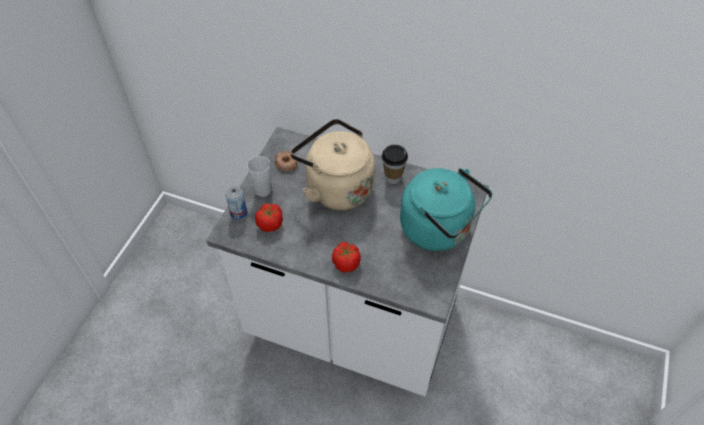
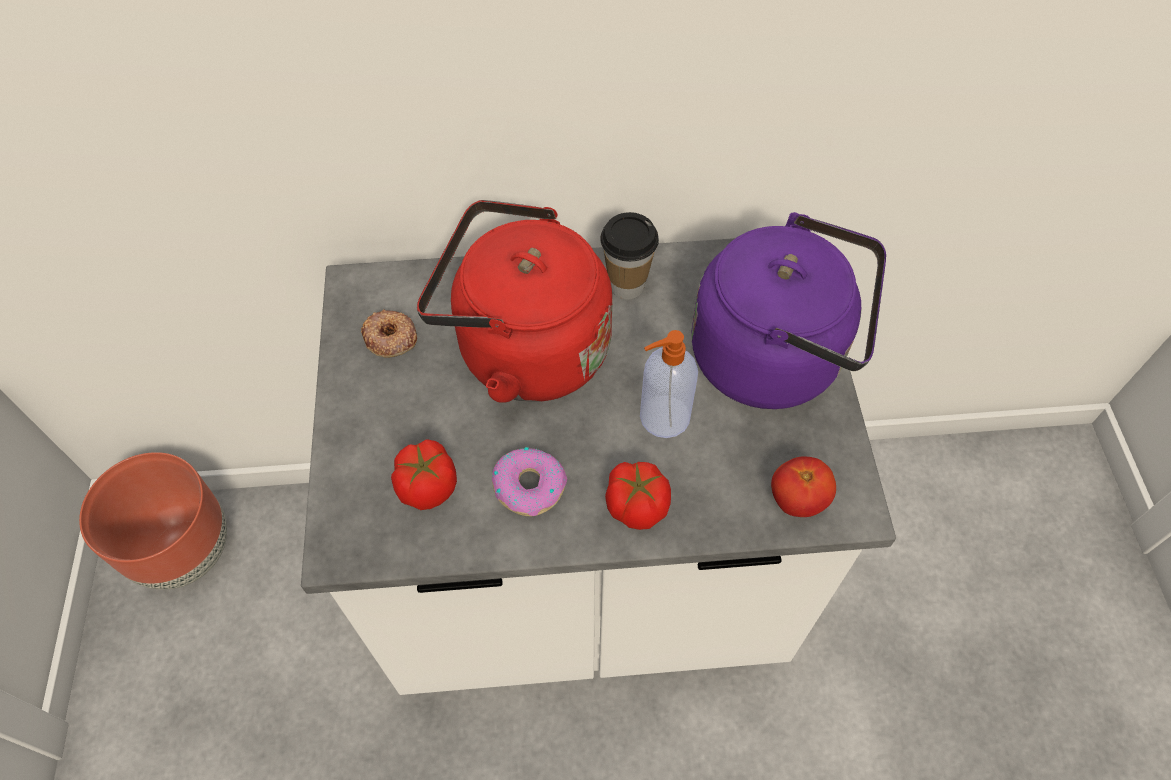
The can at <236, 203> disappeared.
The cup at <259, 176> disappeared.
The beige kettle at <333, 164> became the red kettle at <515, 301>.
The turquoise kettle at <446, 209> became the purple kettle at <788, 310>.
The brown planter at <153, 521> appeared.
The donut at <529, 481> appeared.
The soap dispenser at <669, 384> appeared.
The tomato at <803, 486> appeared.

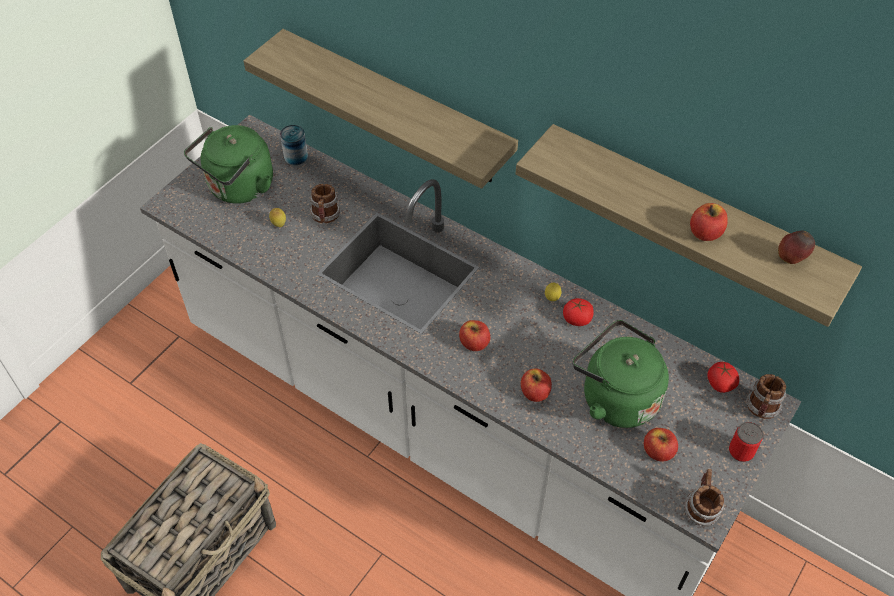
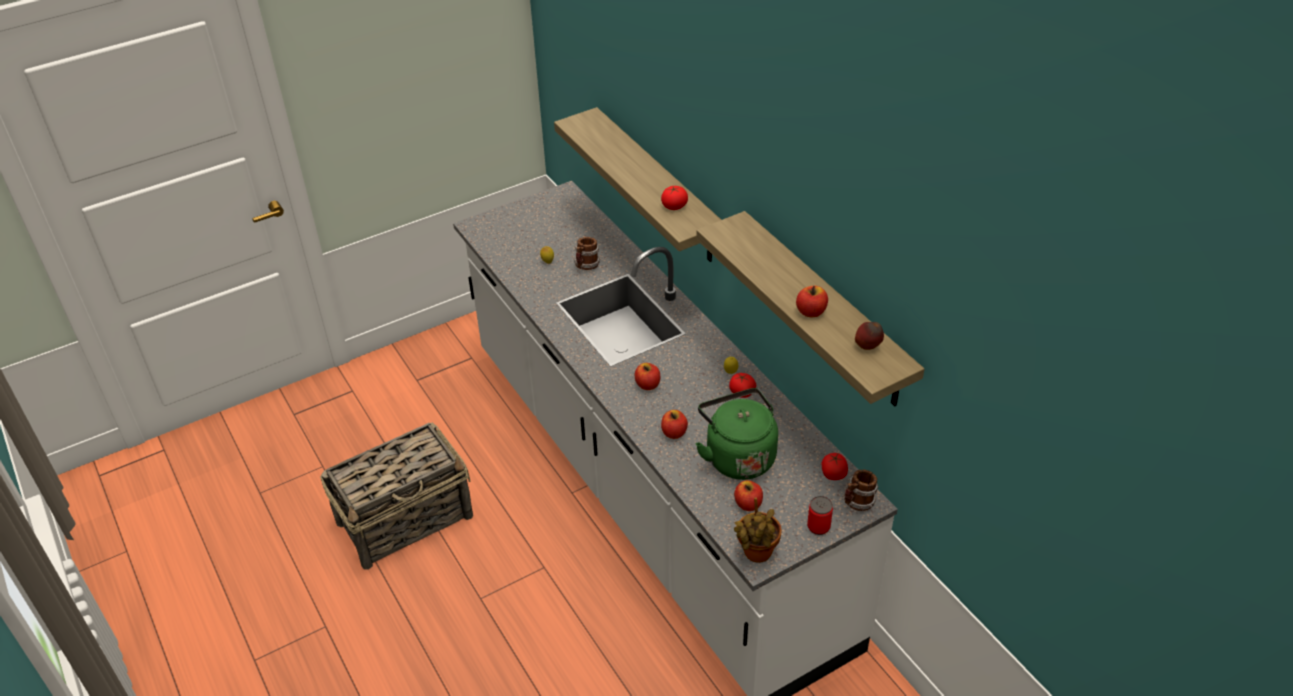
The green kettle at <228, 164> disappeared.
The can at <294, 145> disappeared.
The mug at <704, 498> was replaced by the potted plant at <758, 530>.
The tomato at <674, 198> appeared.

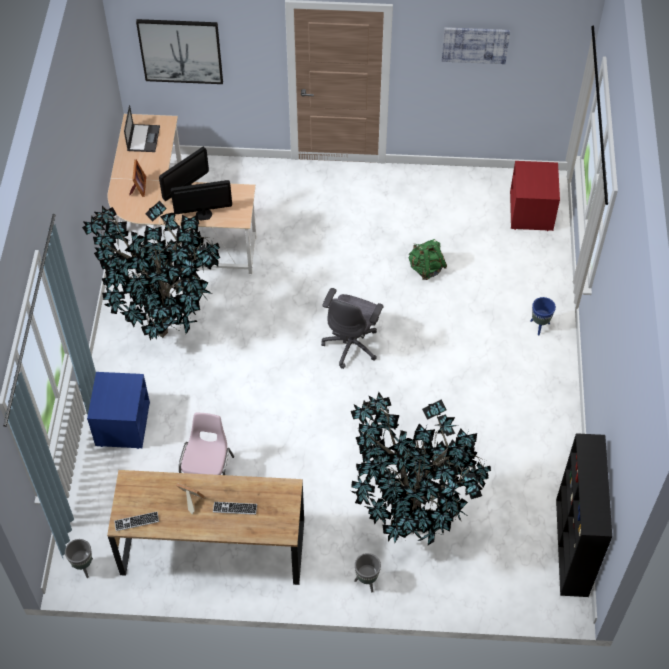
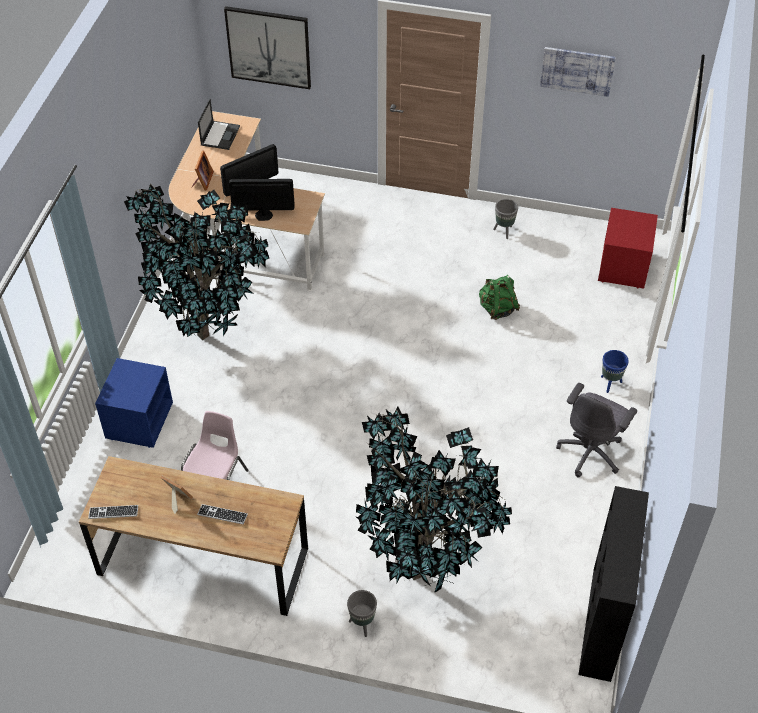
The grey planter moved from <79, 558> to <505, 219>.
The grey office chair moved from <352, 328> to <596, 430>.

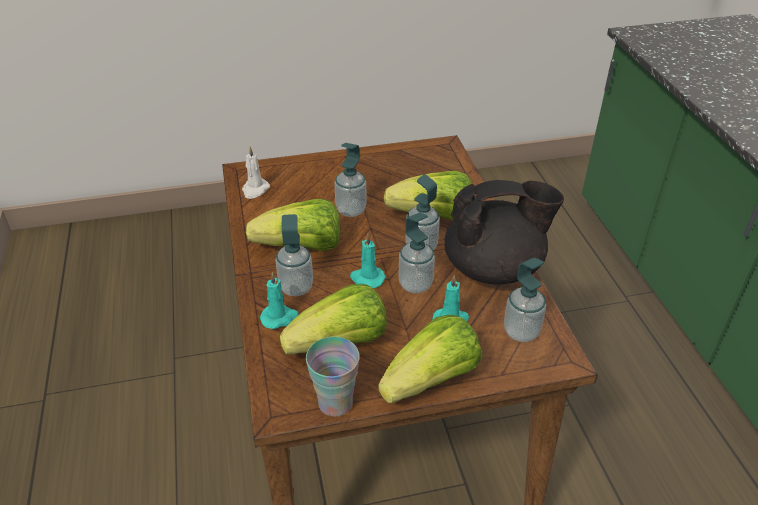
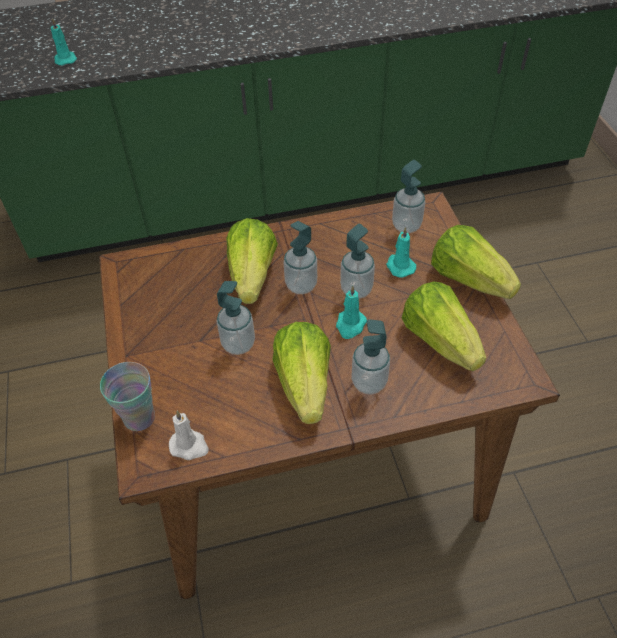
The turquoise candle moved from <279, 300> to <64, 41>.
The cup moved from <332, 376> to <127, 396>.
The black teapot at <504, 232> disappeared.

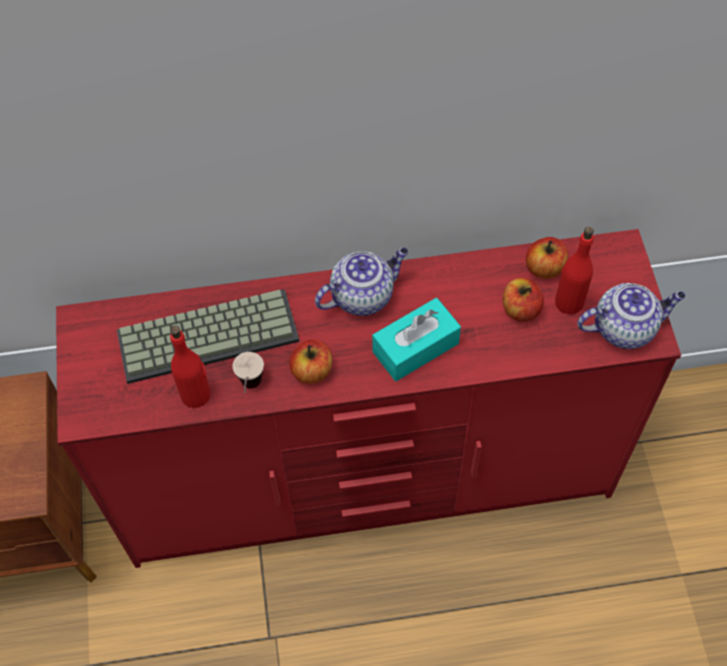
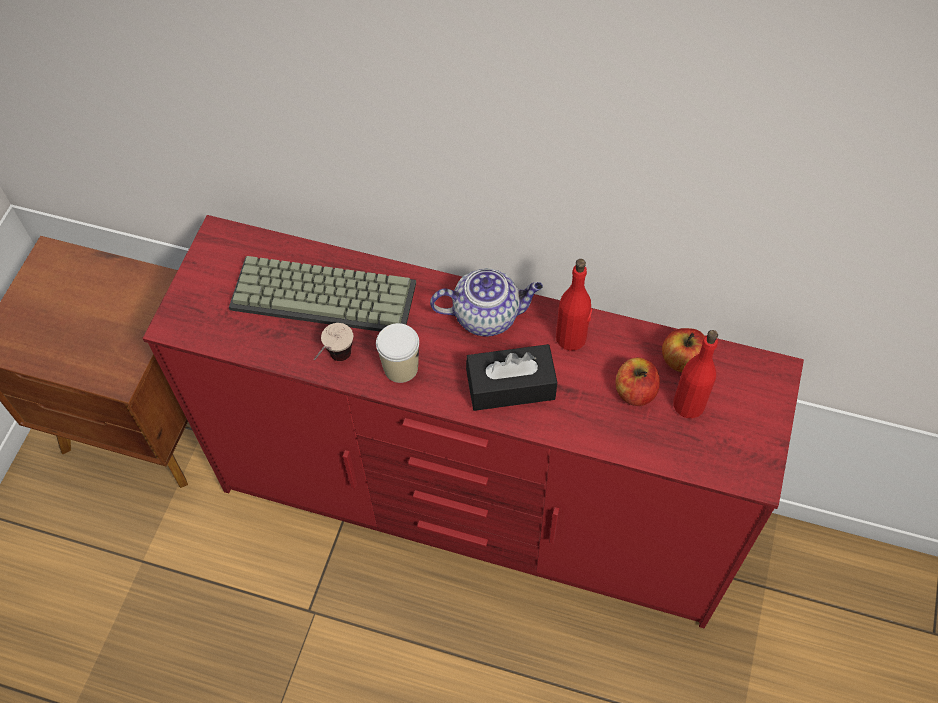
The red bottle moved from <190, 367> to <574, 305>.
The apple at <310, 361> was replaced by the cup at <397, 353>.
The turquoise tissue box at <416, 339> became the black tissue box at <511, 377>.
The teapot at <631, 316> disappeared.

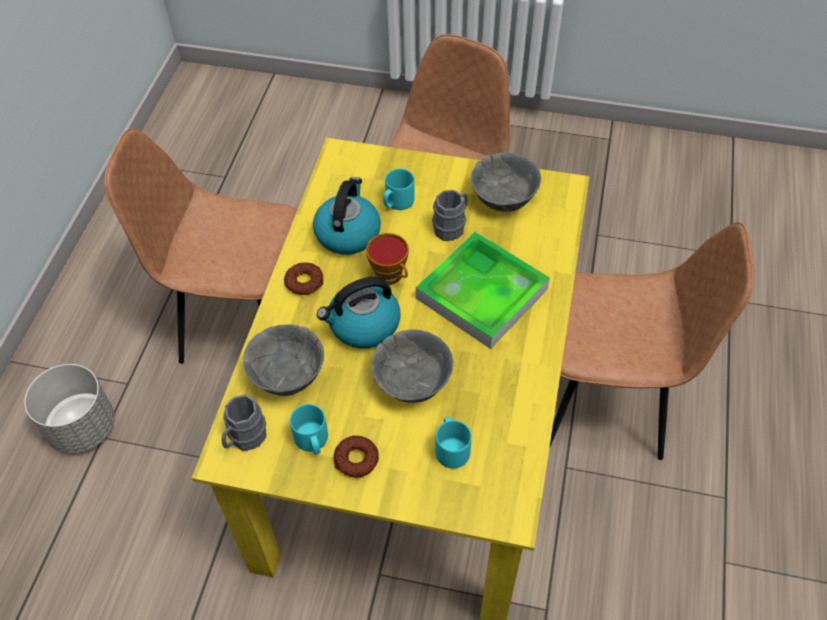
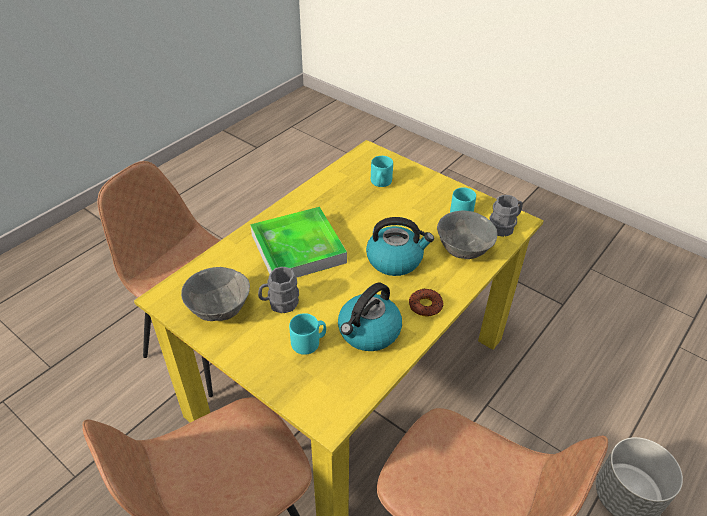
The donut at <356, 457> disappeared.
The cup at <387, 259> disappeared.
The grey bowl at <412, 366> disappeared.

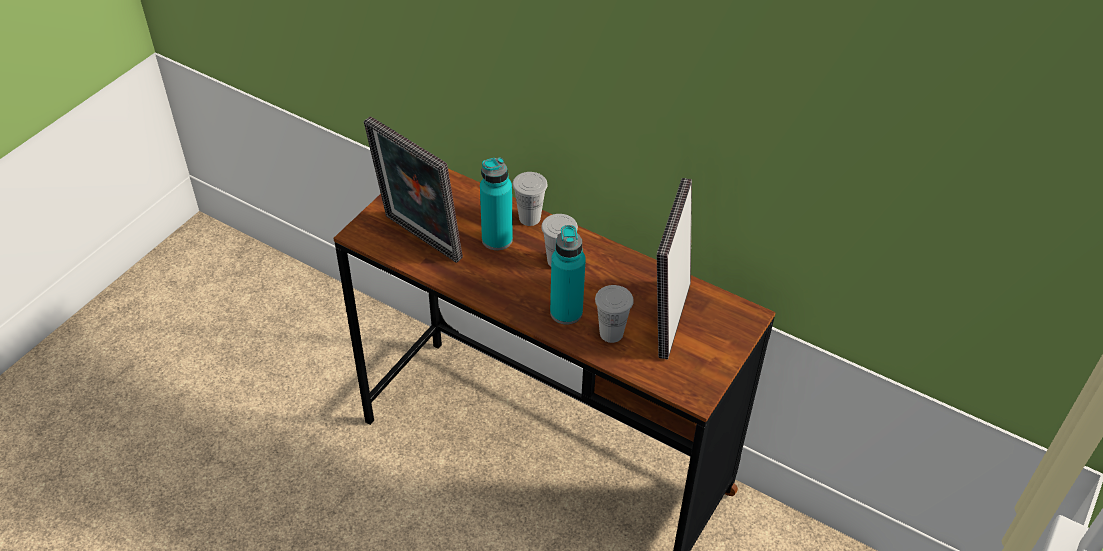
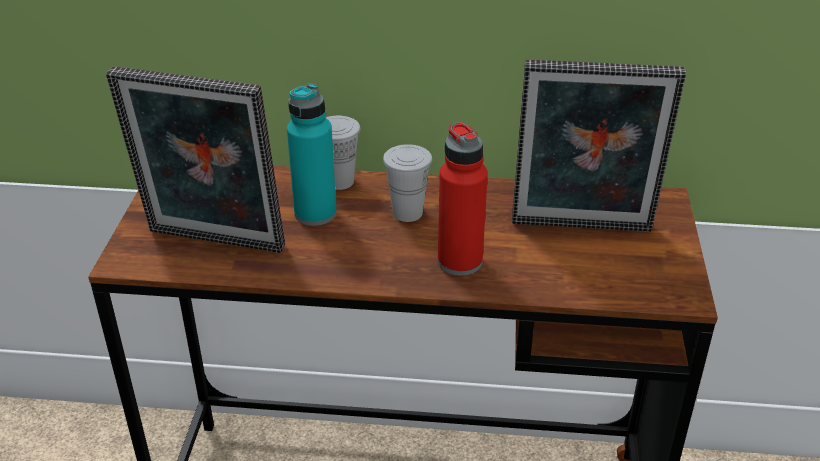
The turquoise bottle at <568, 275> became the red bottle at <463, 199>.
The white cup at <614, 314> disappeared.
The picture frame at <674, 269> turned 75 degrees counterclockwise.

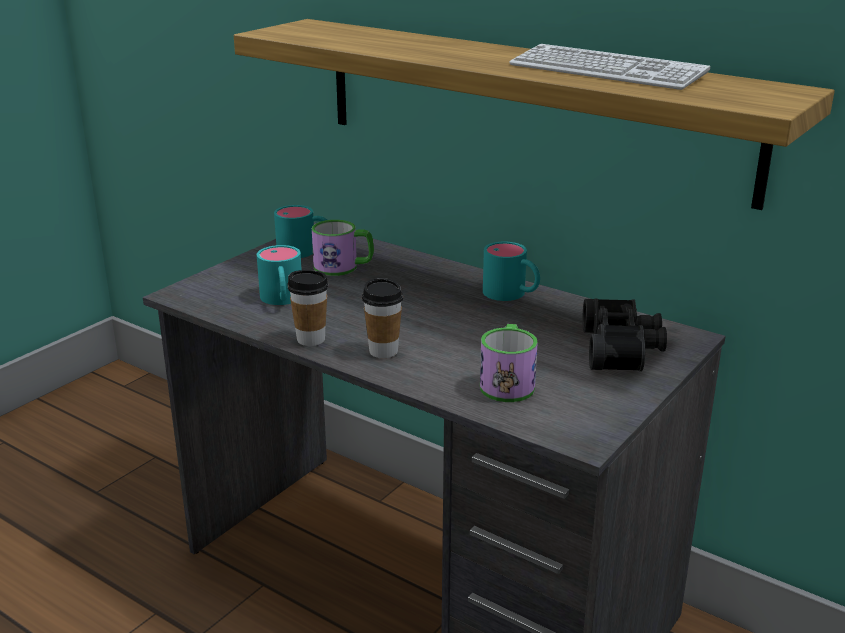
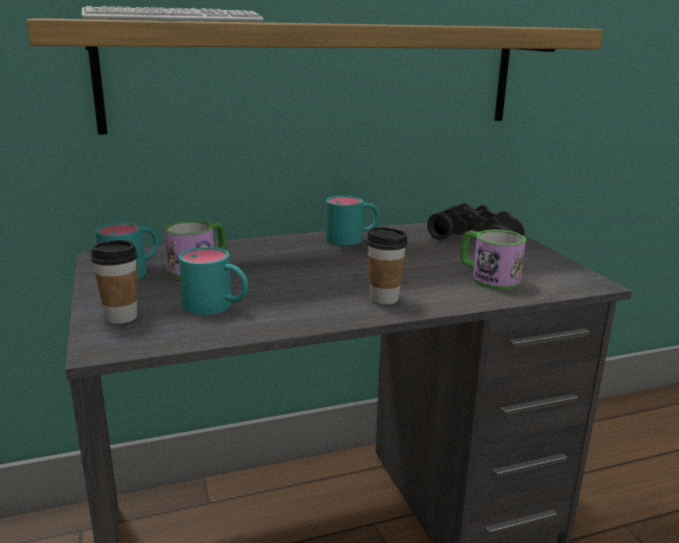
The cup moved from <307, 308> to <114, 282>.
The keyboard moved from <610, 67> to <173, 14>.

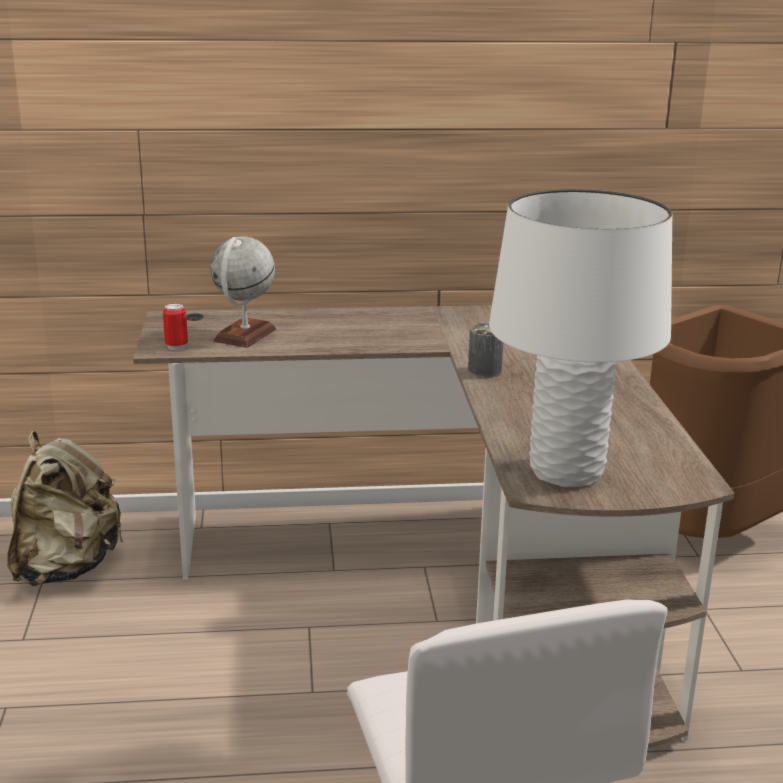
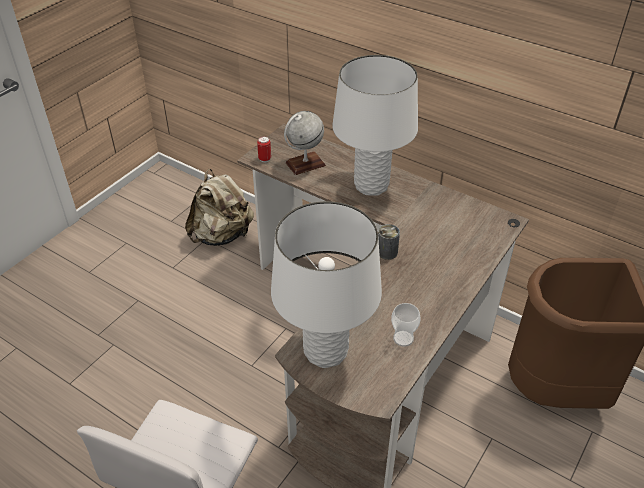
The white table lamp at <375, 125> appeared.
The cup at <406, 325> appeared.

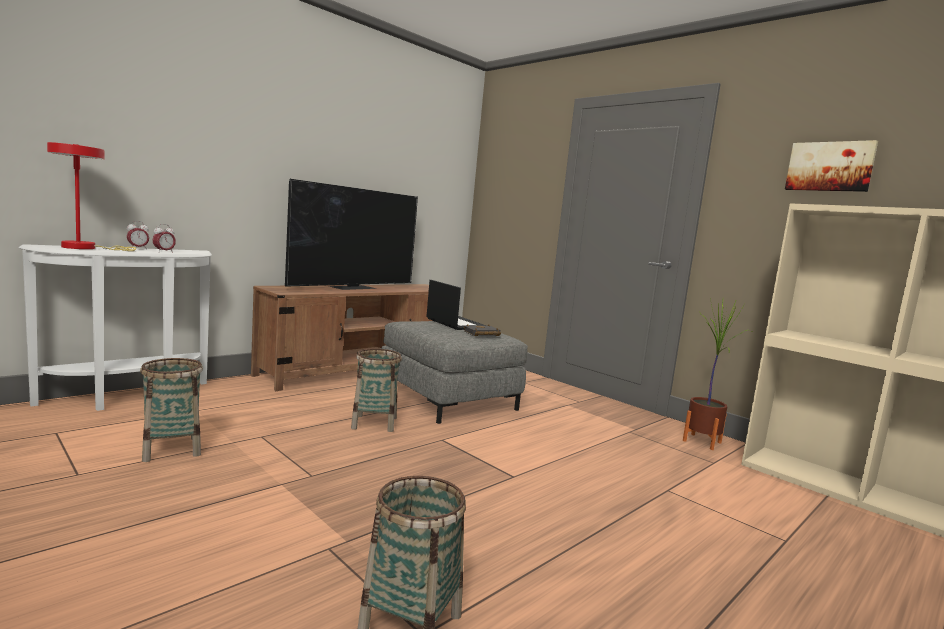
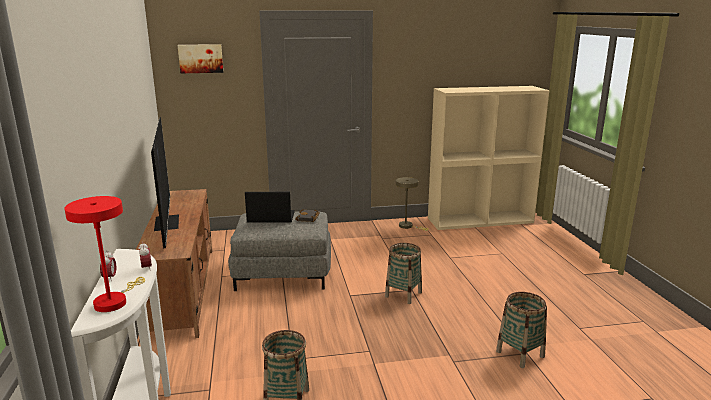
The basket moved from <376, 390> to <403, 273>.
The potted plant at <718, 374> was replaced by the beige table lamp at <412, 204>.
The picture moved from <831, 166> to <200, 58>.

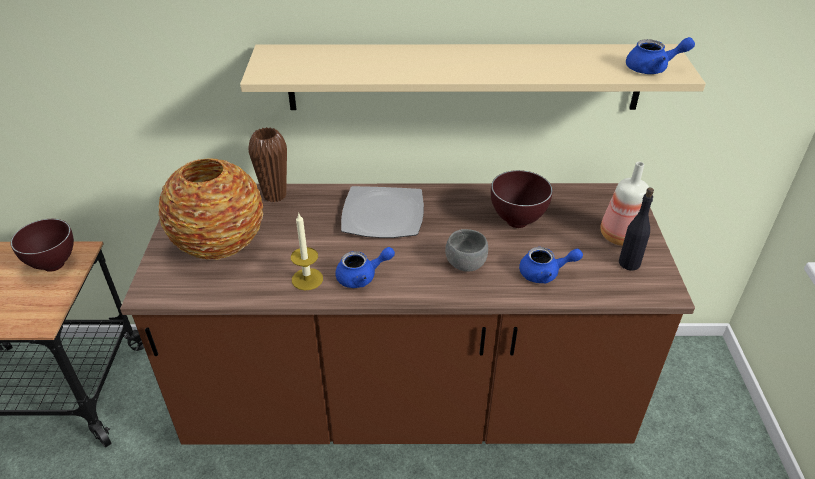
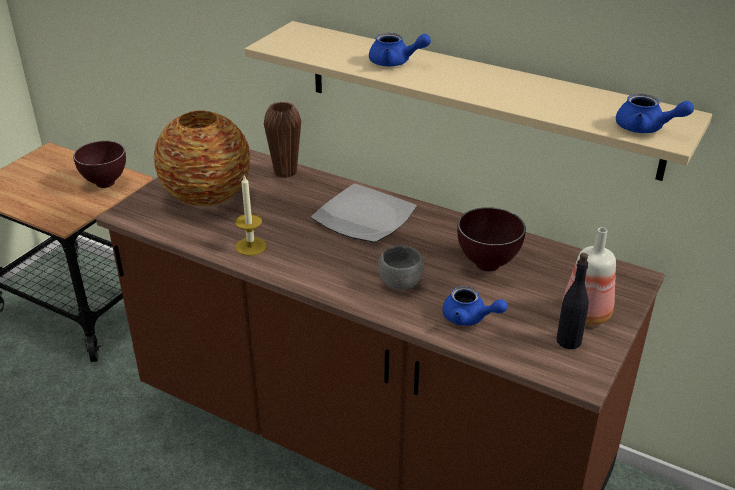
The blue teapot moved from <365, 267> to <400, 49>.

